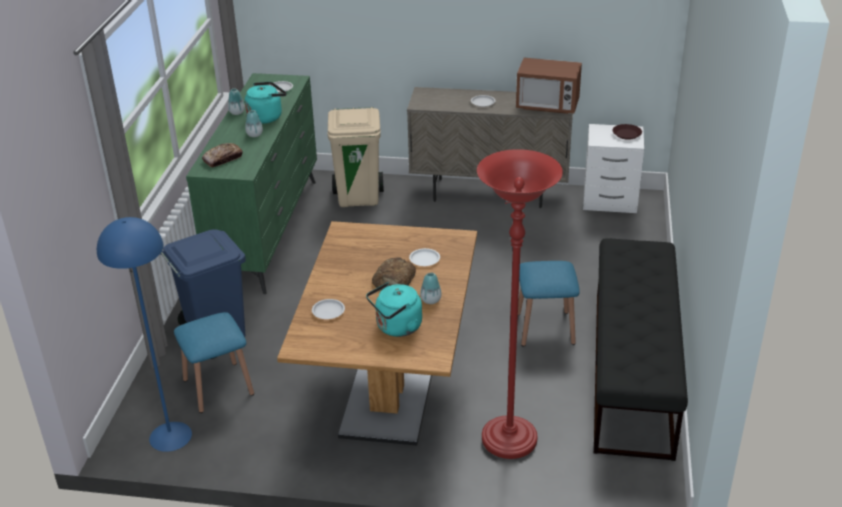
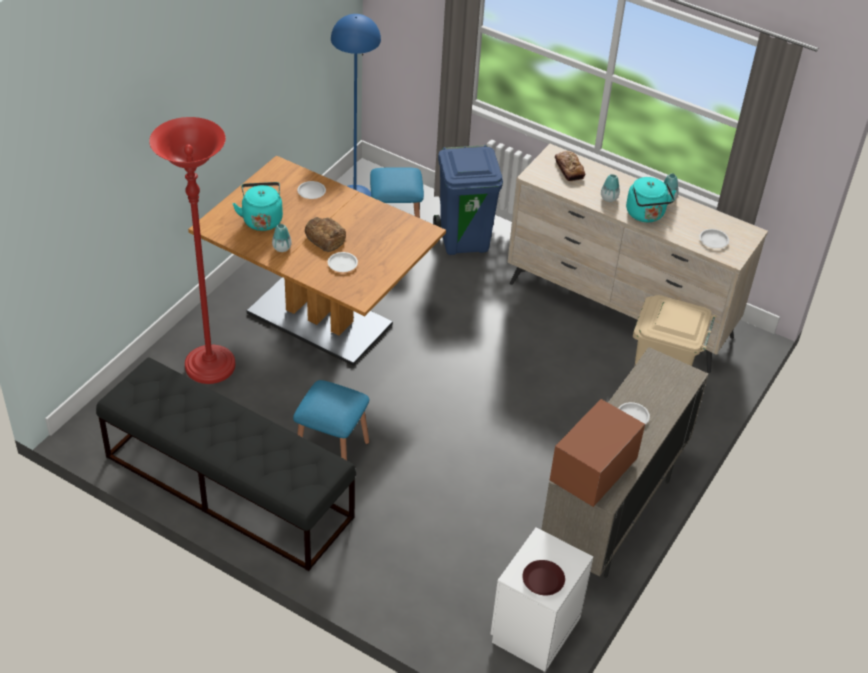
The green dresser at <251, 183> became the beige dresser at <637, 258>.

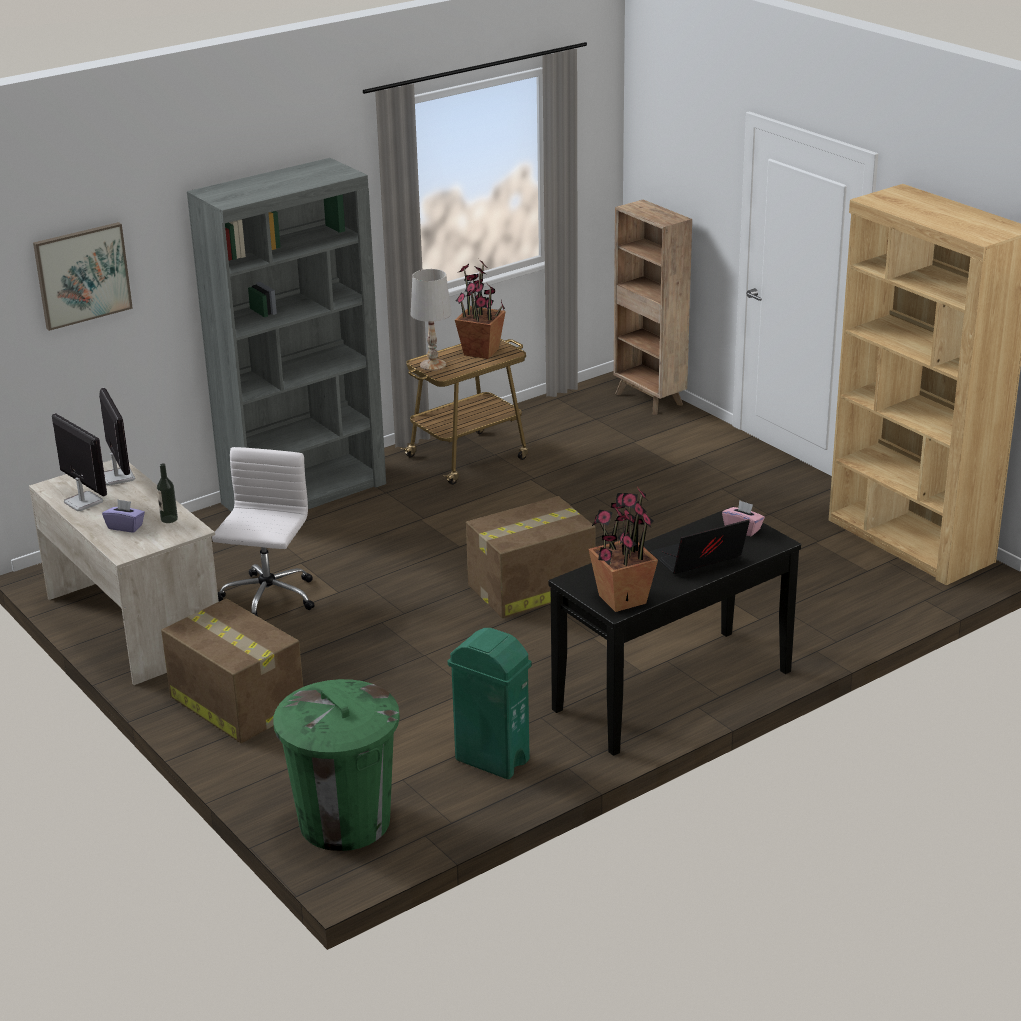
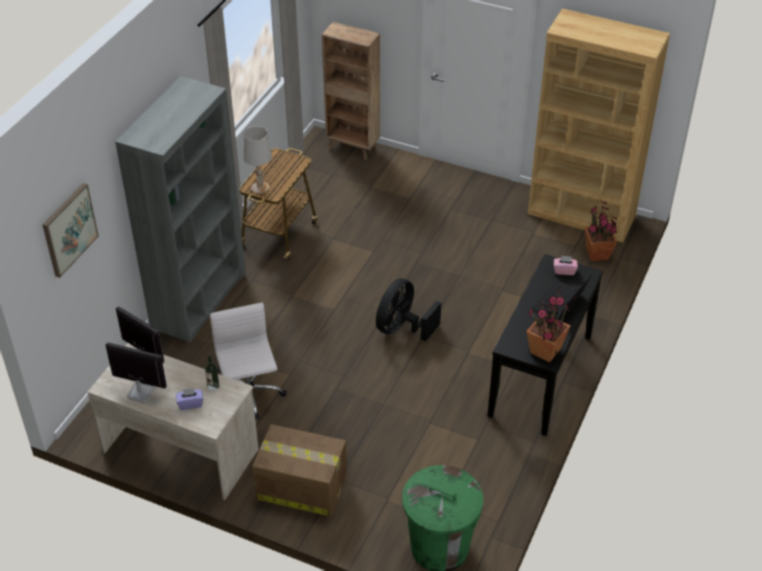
The green trash can at <490, 703> disappeared.
The potted plant moved from <480, 310> to <600, 230>.
The cardboard box at <530, 557> was replaced by the black fan at <408, 309>.

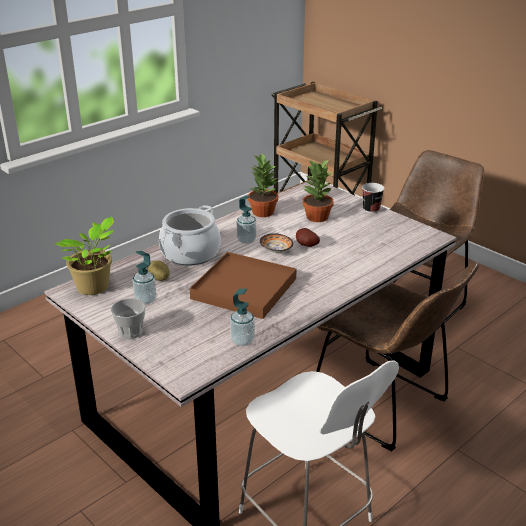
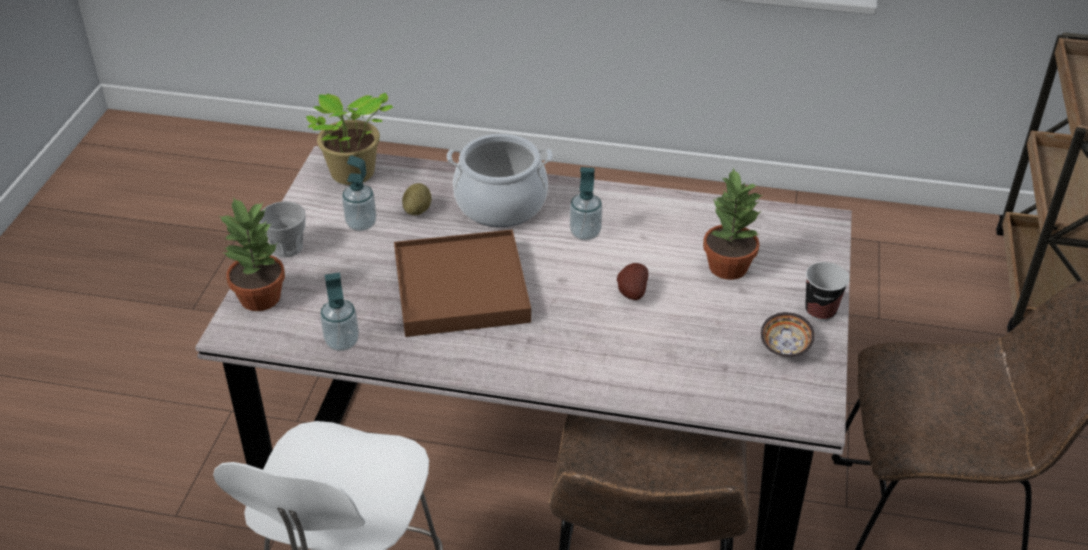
The potted plant moved from <263, 185> to <251, 254>.
The bowl moved from <276, 243> to <788, 334>.

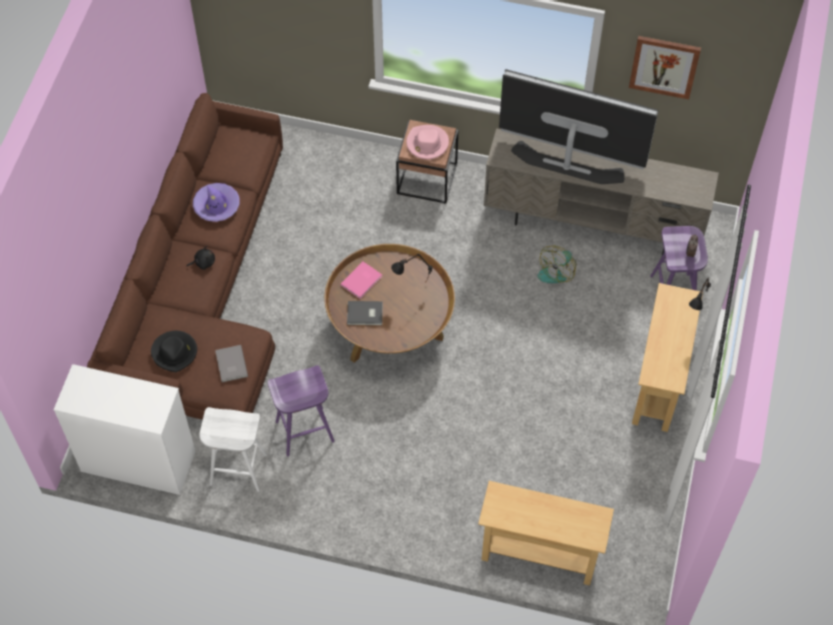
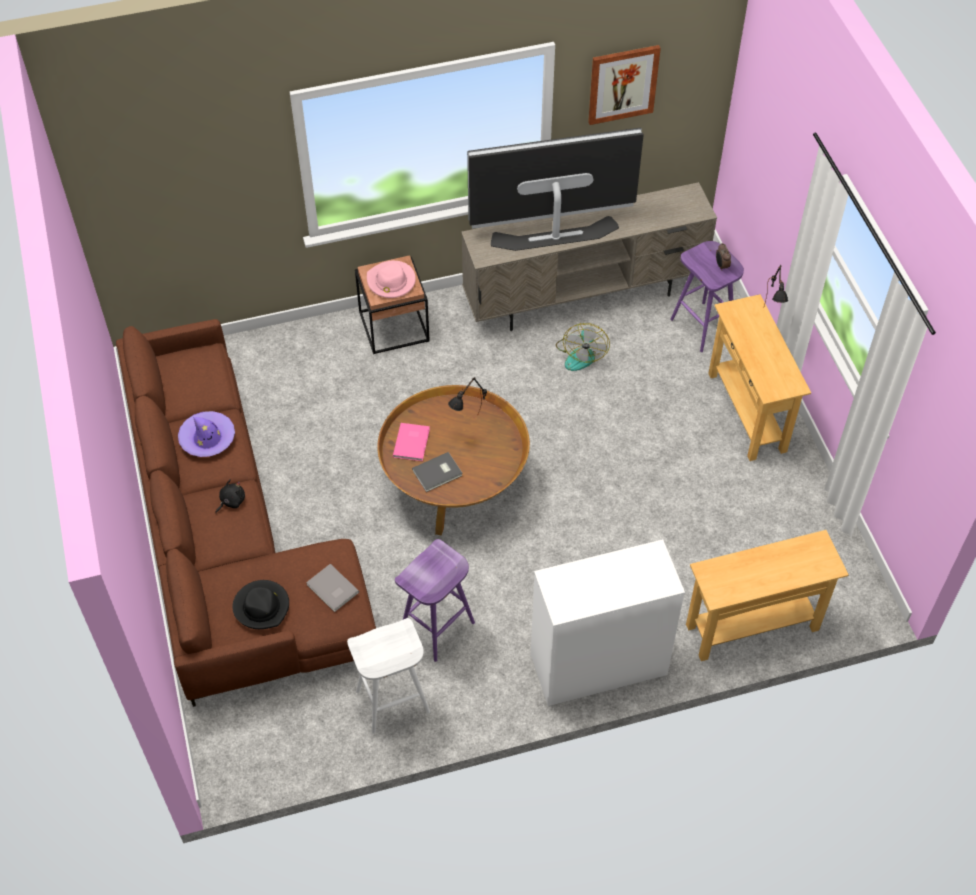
The white dresser moved from <125, 429> to <608, 622>.

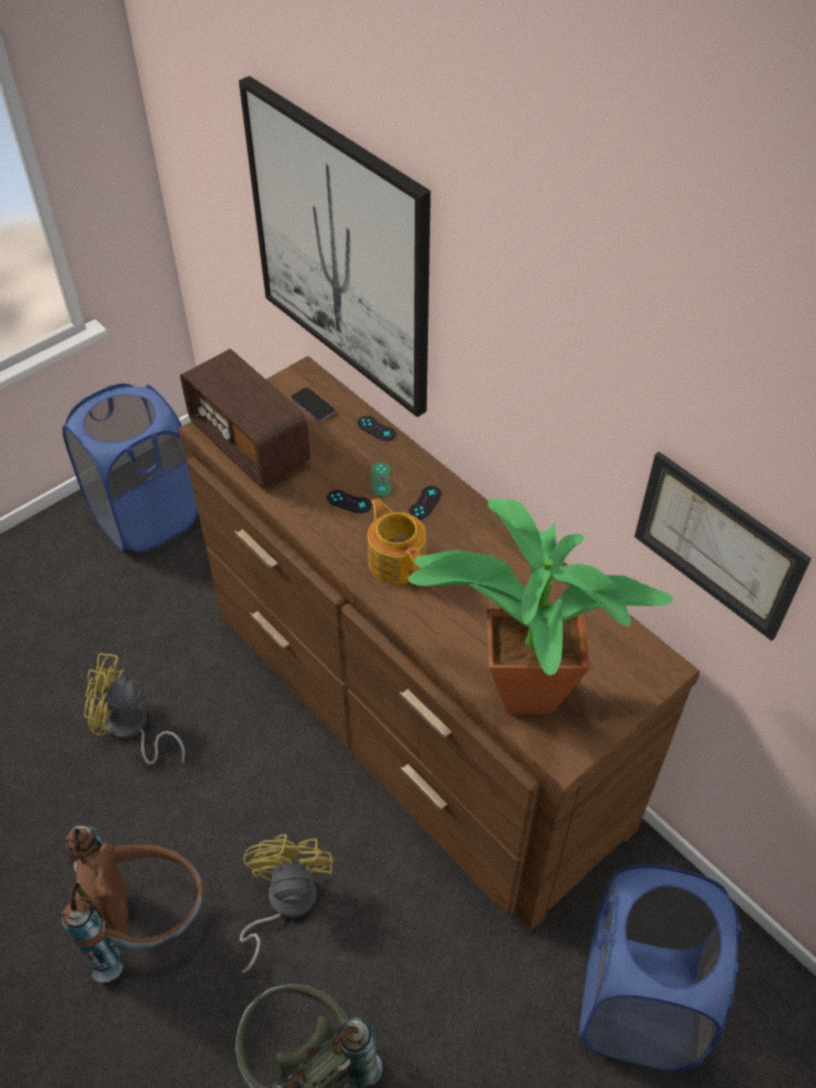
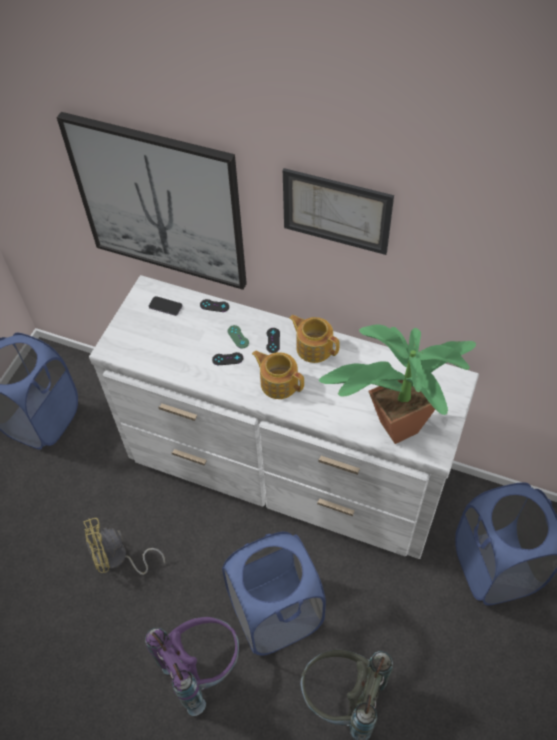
The brown backpack at <132, 904> became the purple backpack at <192, 666>.
The brown dresser at <439, 643> became the white dresser at <284, 417>.
The radio at <245, 418> disappeared.
The yellow fan at <287, 904> was replaced by the blue laundry basket at <274, 594>.
The picture moved from <723, 546> to <338, 211>.
The teapot at <314, 339> appeared.

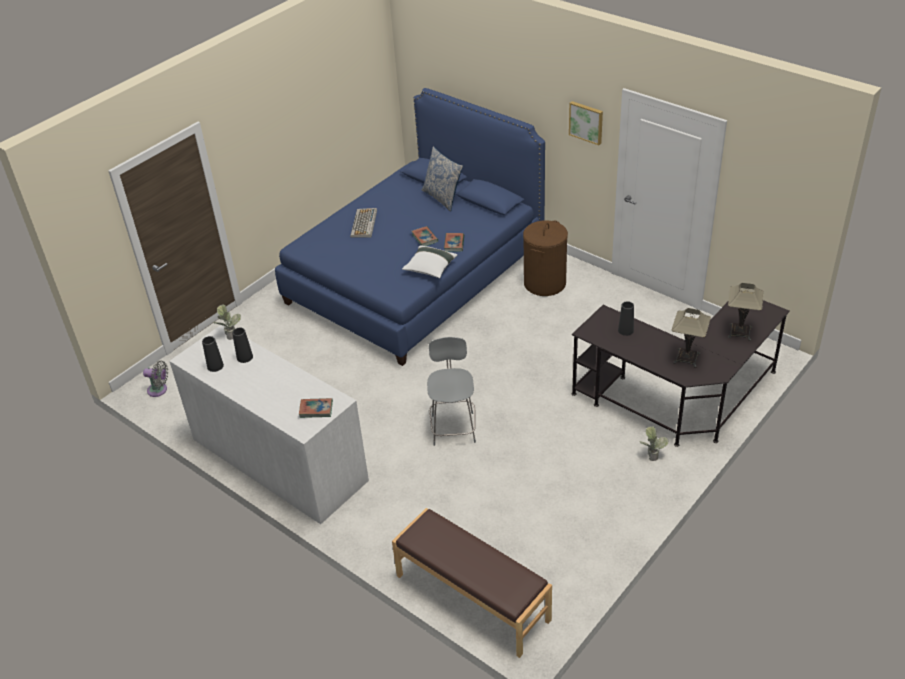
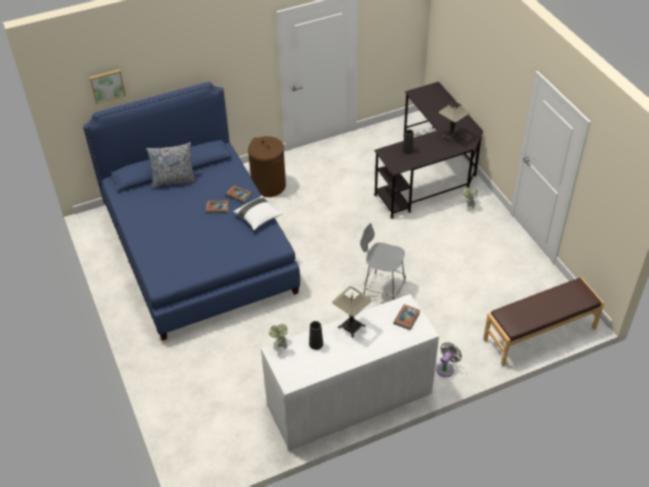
The grey fan moved from <155, 379> to <449, 359>.
The black vase at <213, 354> disappeared.
The keyboard at <363, 223> disappeared.
The picture moved from <586, 123> to <107, 86>.
The table lamp moved from <746, 312> to <352, 312>.

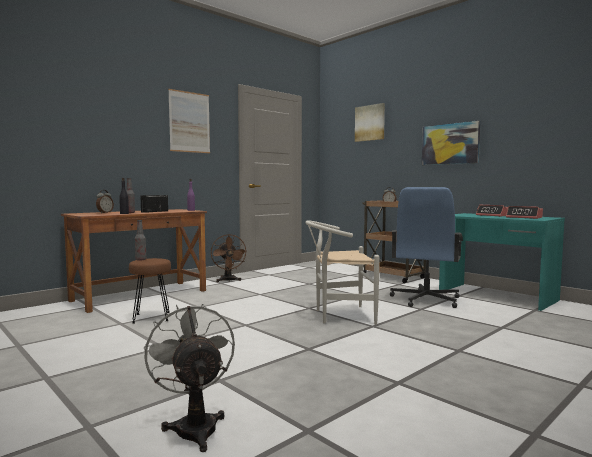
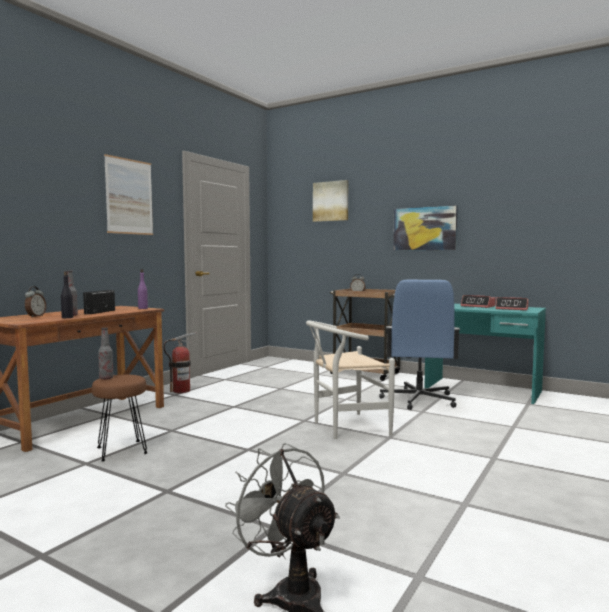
The brown fan at <229, 258> was replaced by the fire extinguisher at <180, 362>.

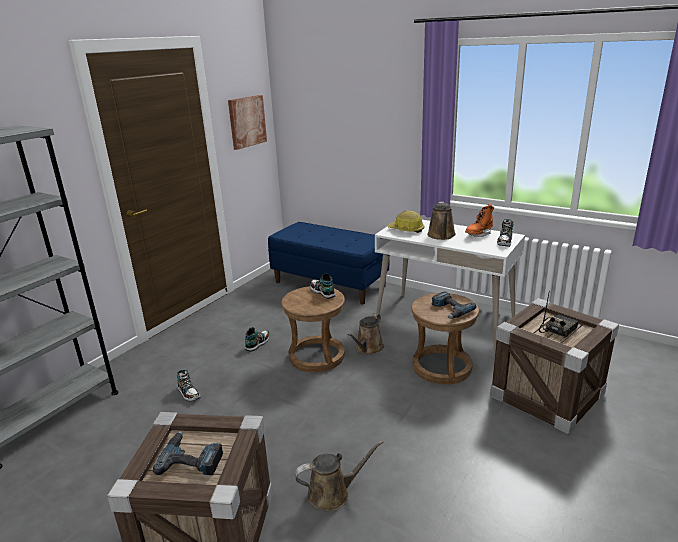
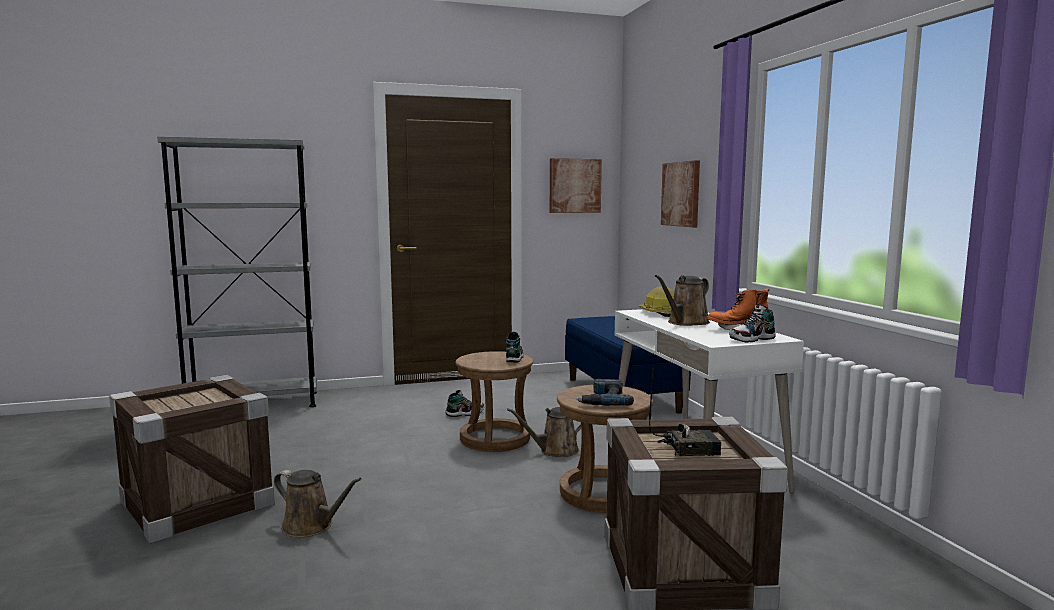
The power drill at <188, 453> disappeared.
The shoe at <189, 385> disappeared.
The picture at <680, 193> appeared.

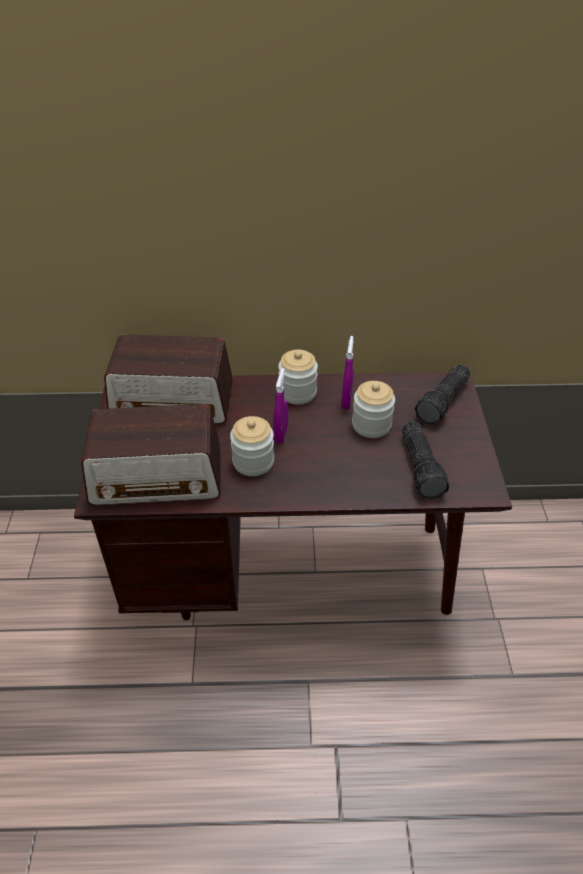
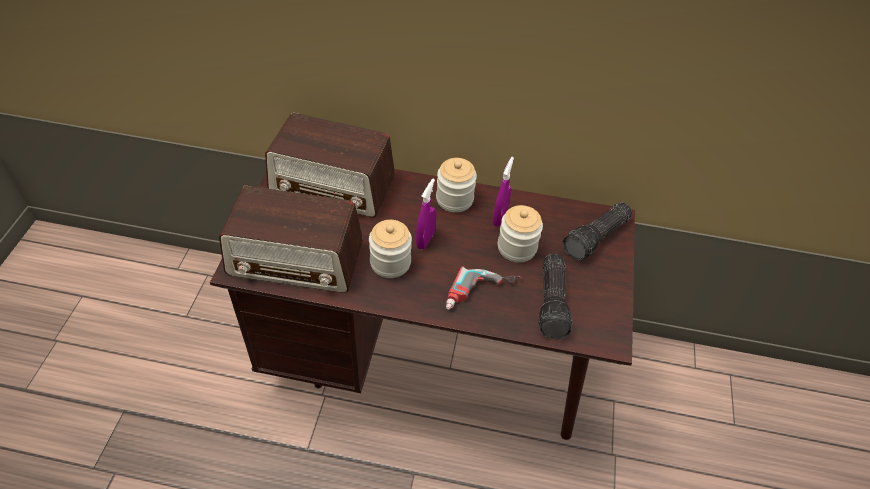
The power drill at <484, 288> appeared.

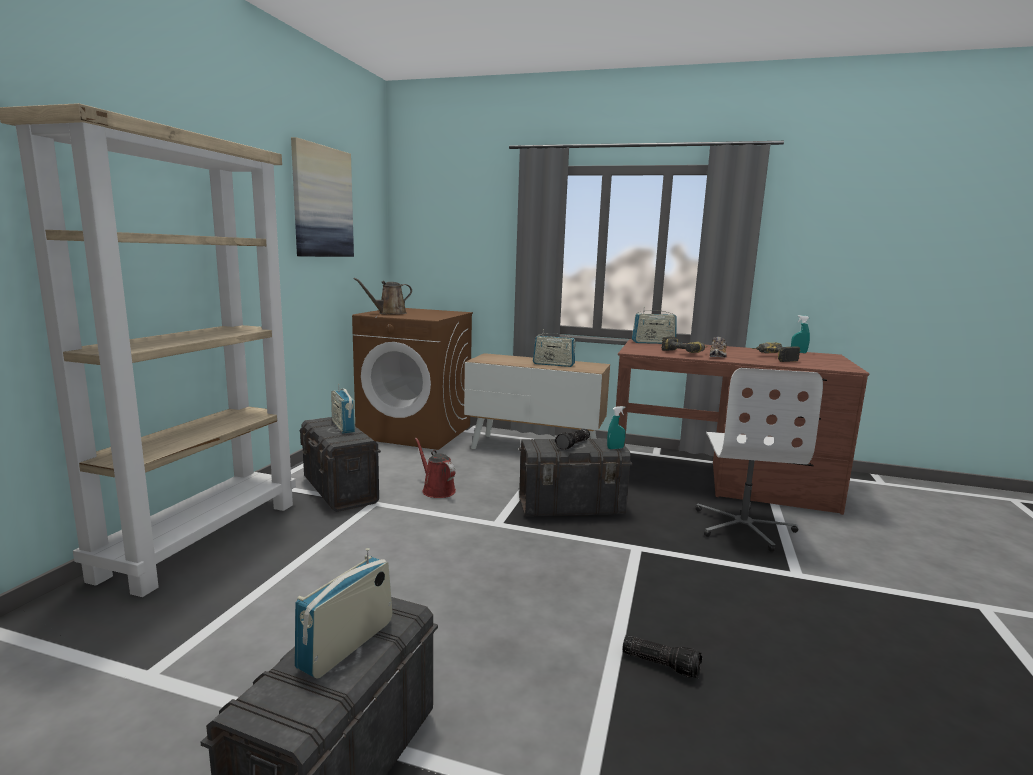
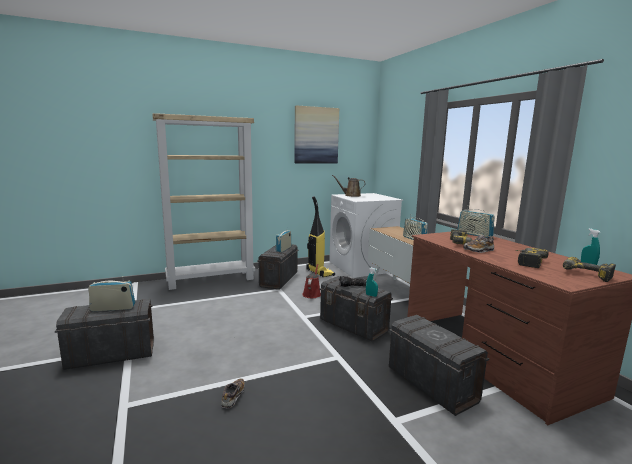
The brown washing machine at <412, 379> became the white washing machine at <366, 235>.
The flashlight at <662, 657> was replaced by the shoe at <233, 393>.
The white office chair at <759, 460> was replaced by the grey storage box at <439, 365>.
The vacuum cleaner at <320, 236> appeared.
The power drill at <589, 269> appeared.

